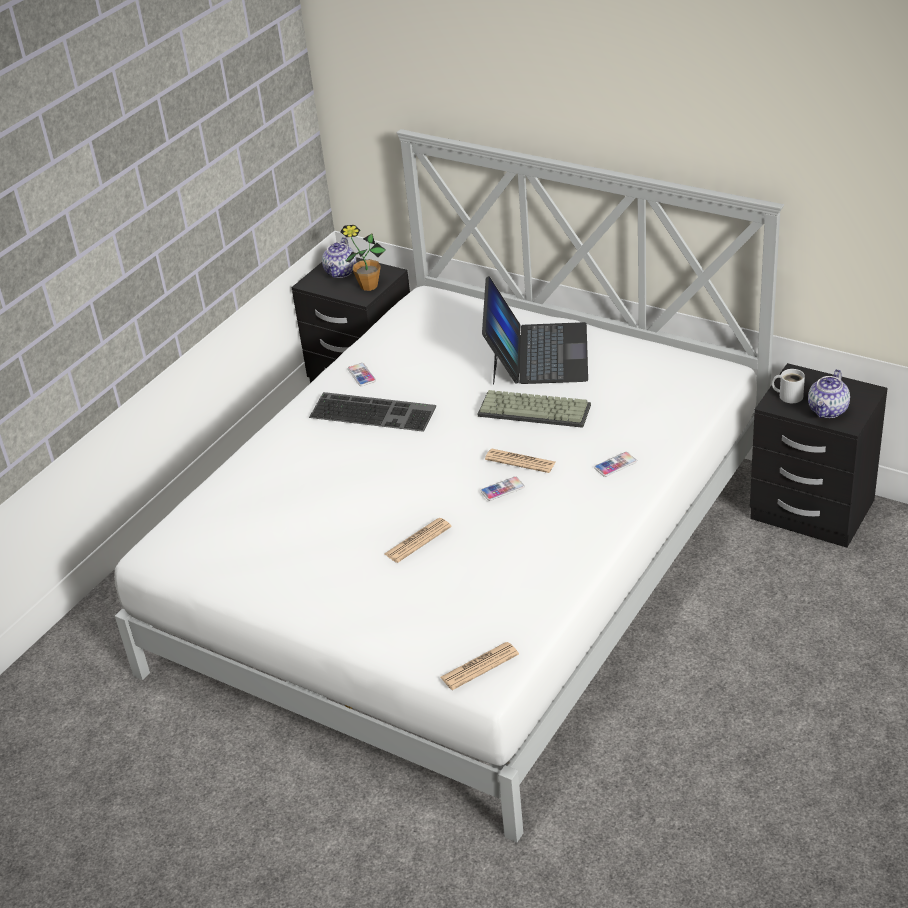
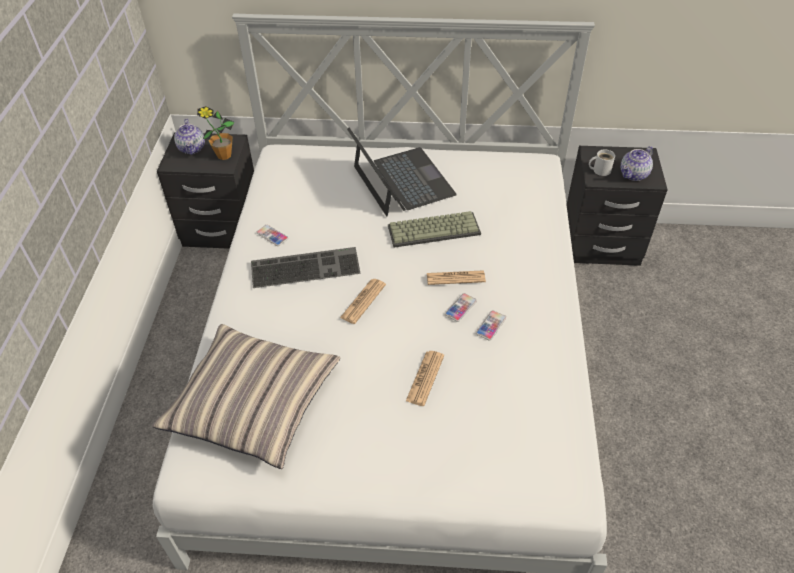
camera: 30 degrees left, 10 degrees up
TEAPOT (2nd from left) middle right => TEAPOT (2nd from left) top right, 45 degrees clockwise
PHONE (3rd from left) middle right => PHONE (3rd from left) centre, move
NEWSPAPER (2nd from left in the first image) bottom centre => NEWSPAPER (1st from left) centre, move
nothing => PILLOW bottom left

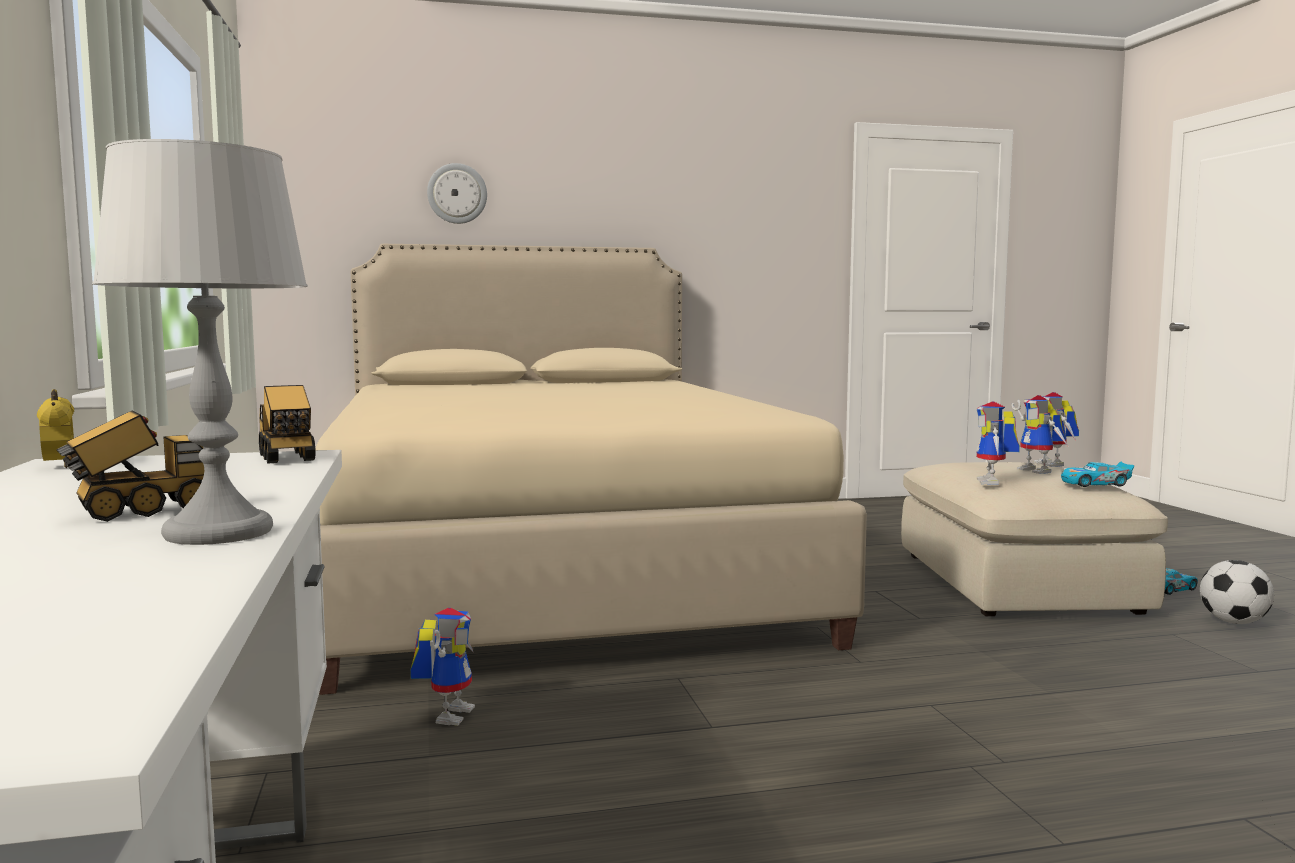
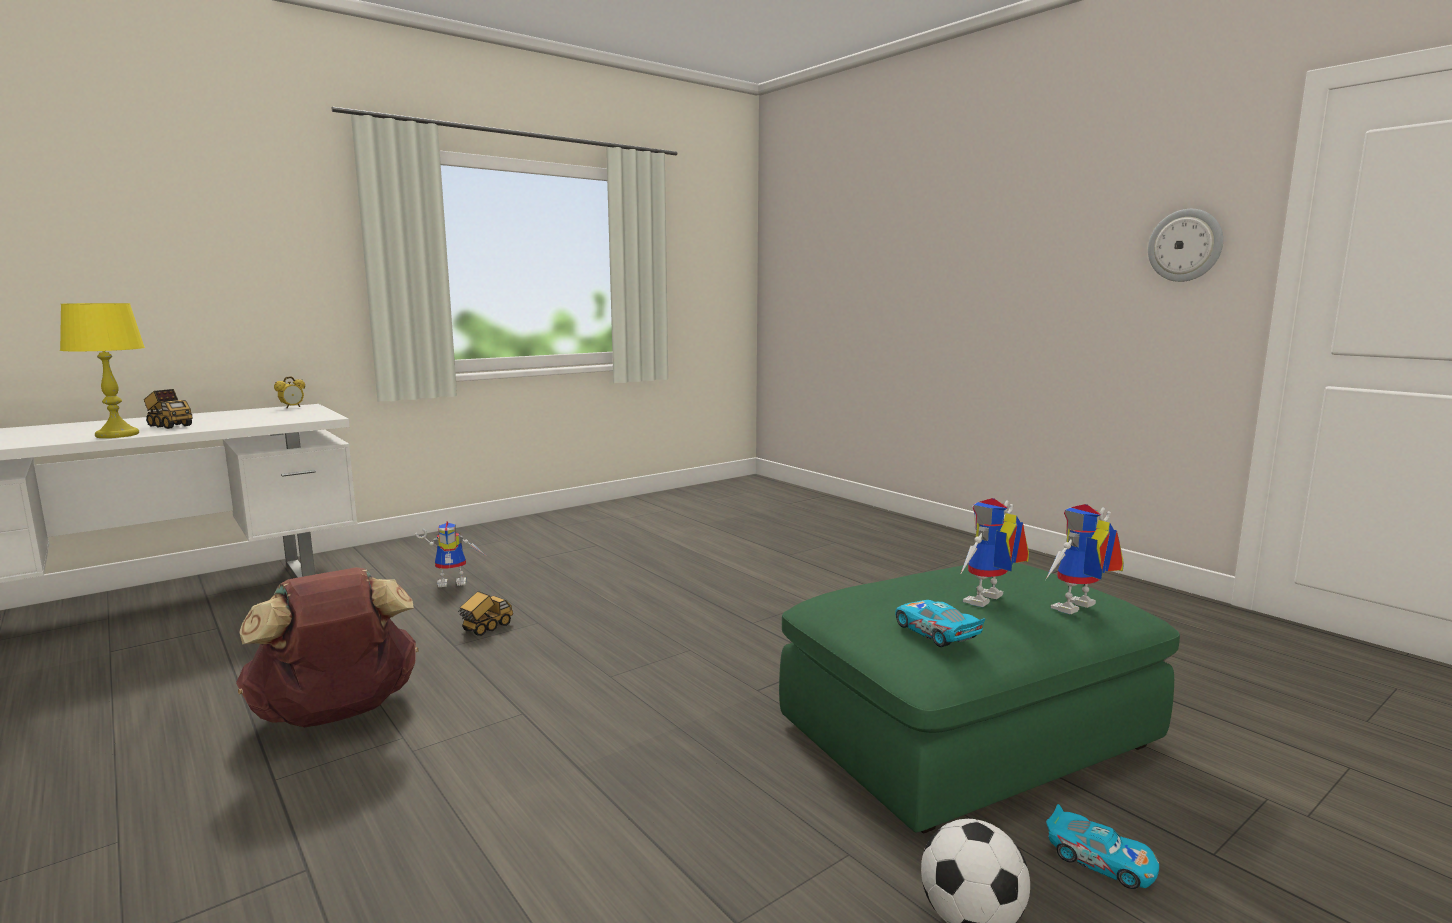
camera: 65 degrees right, 5 degrees up
GREY TABLE LAMP middle left => YELLOW TABLE LAMP middle left
WALL CLOCK top centre => WALL CLOCK top right, move
BEIGE BED centre => nothing
TOY TRUCK (2nd from left) middle left => TOY TRUCK (2nd from left) centre, move
TOY ROBOT (2nd from left) middle right => nothing
BEIGE OTTOMAN middle right => GREEN OTTOMAN bottom right
nothing => BROWN BACKPACK bottom left

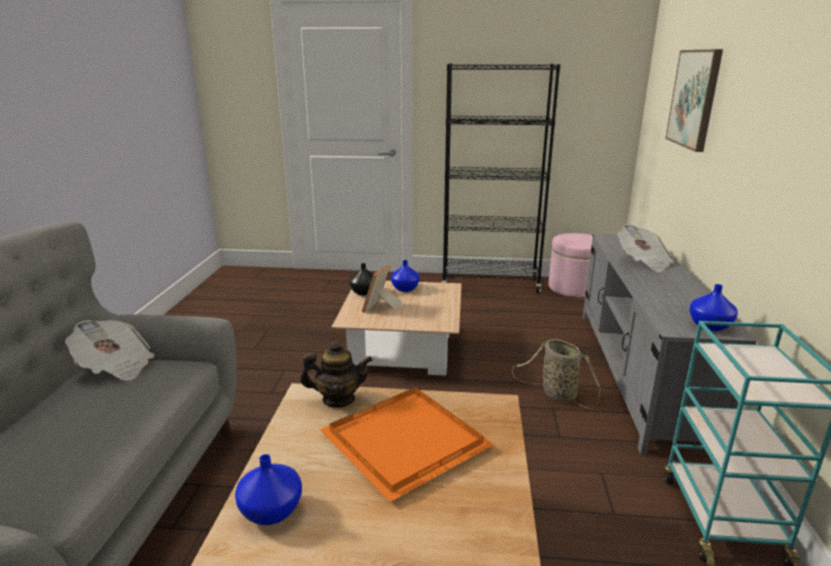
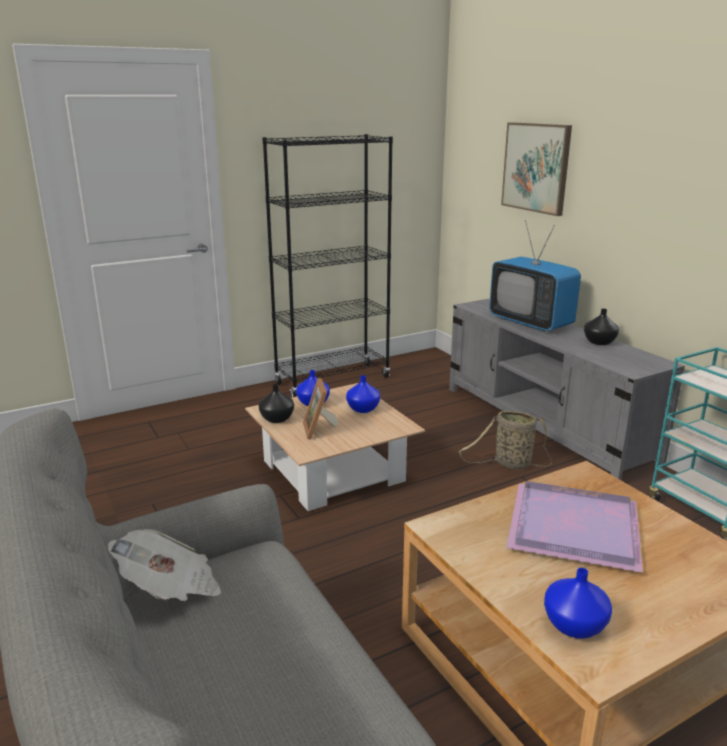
camera: 35 degrees left, 0 degrees up
NEWSPAPER (2nd from left) middle right => TELEVISION middle right
PINK OTTOMAN middle right => nothing
BLUE VASE (3rd from left in the first image) middle right => BLUE VASE (2nd from left) centre, move
TEAPOT centre => nothing
ORANGE TRAY bottom centre => PURPLE TRAY bottom right
nothing => BLACK VASE (2nd from left) middle right

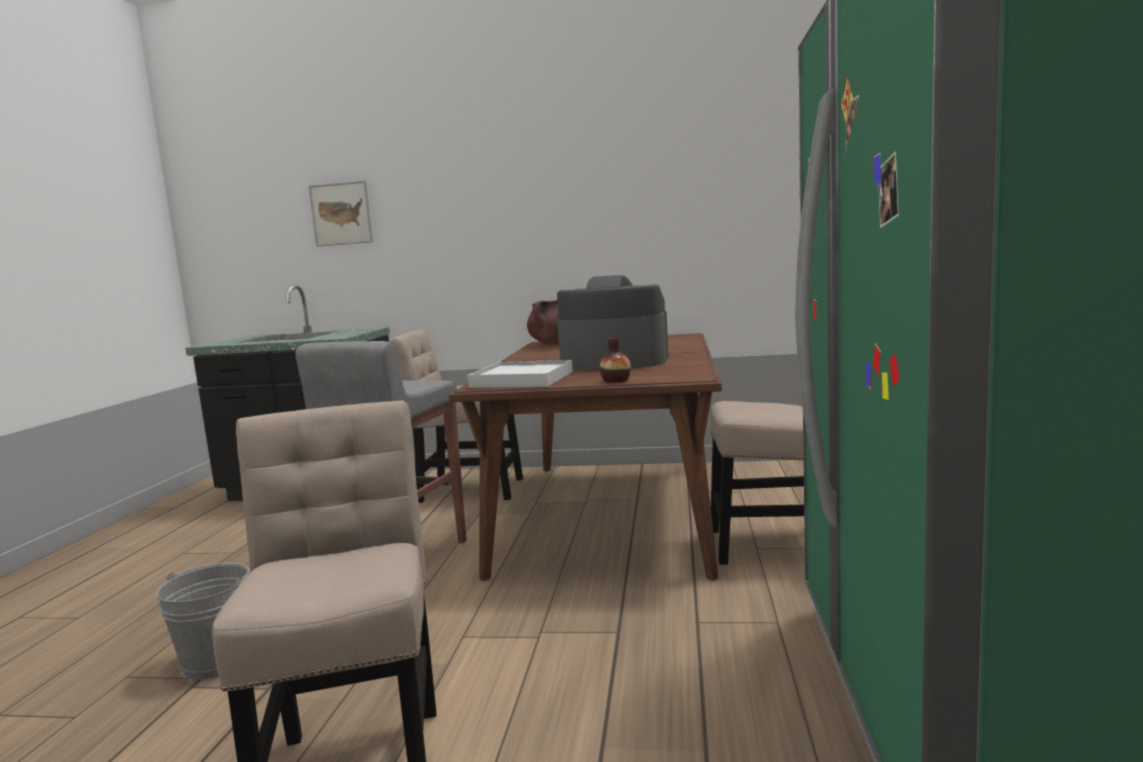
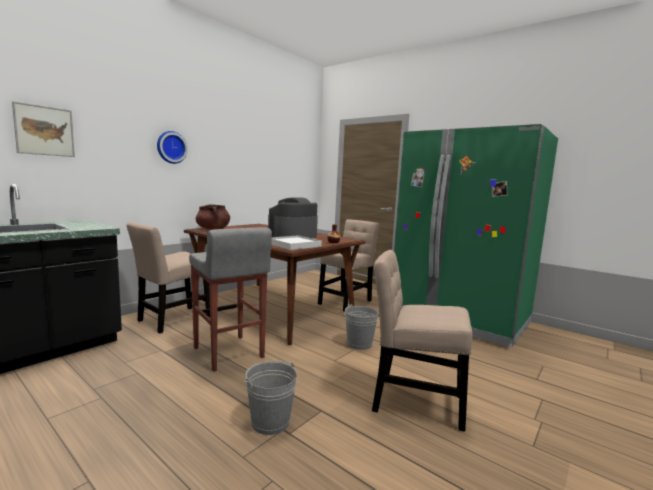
camera: 60 degrees left, 0 degrees up
nothing => WALL CLOCK top left
nothing => GREY BUCKET (2nd from left) bottom centre

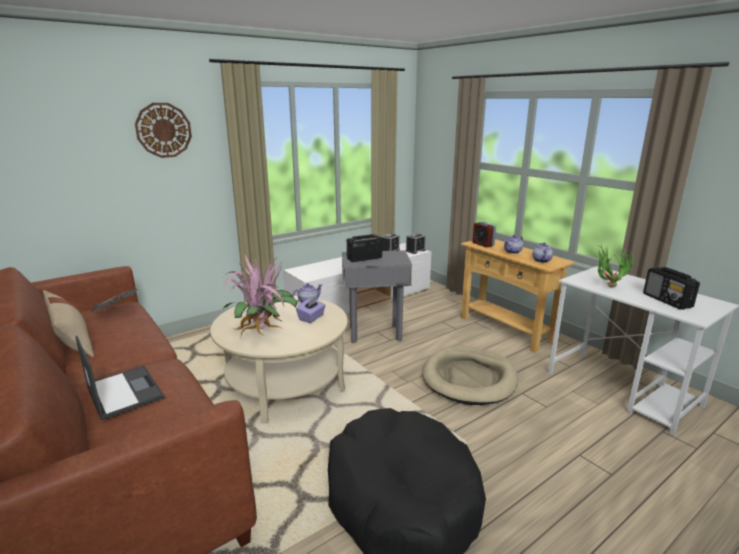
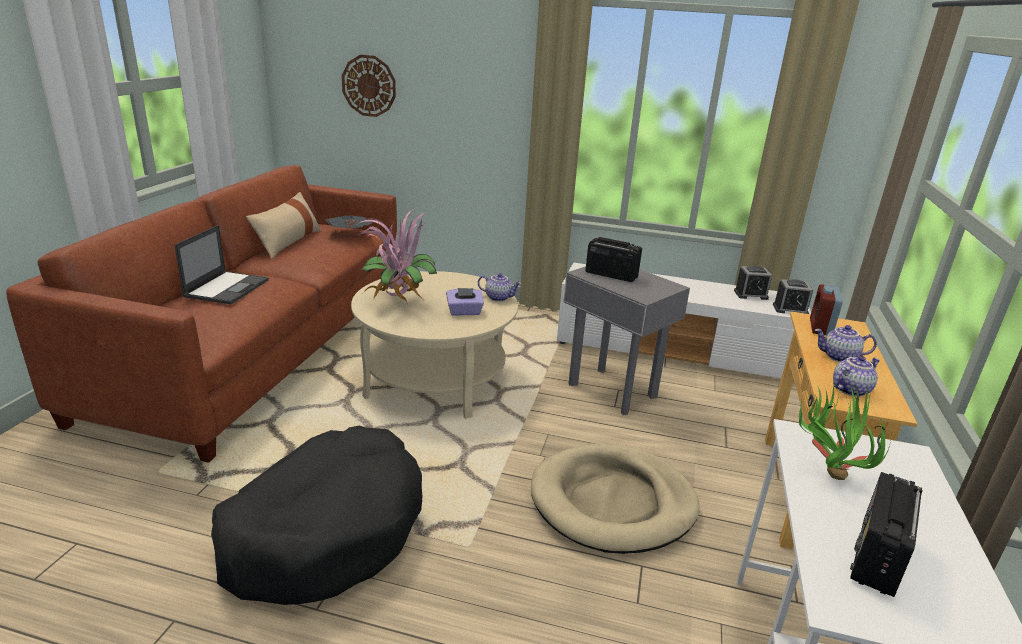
camera: 50 degrees right, 5 degrees up
WALL CLOCK top left => WALL CLOCK top centre, move

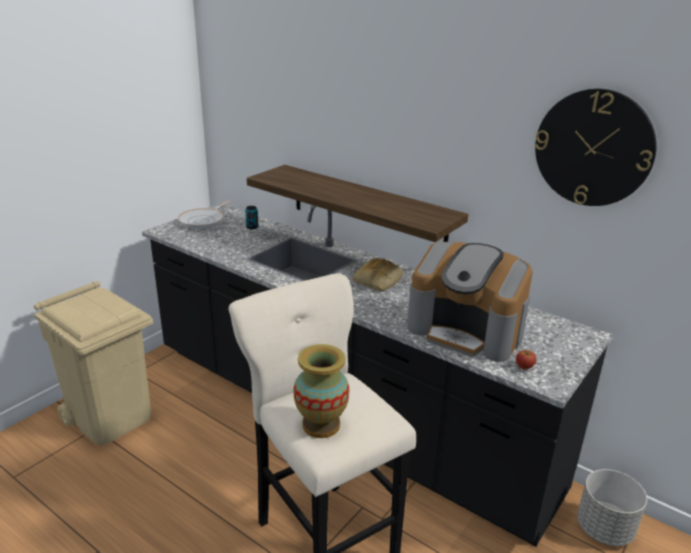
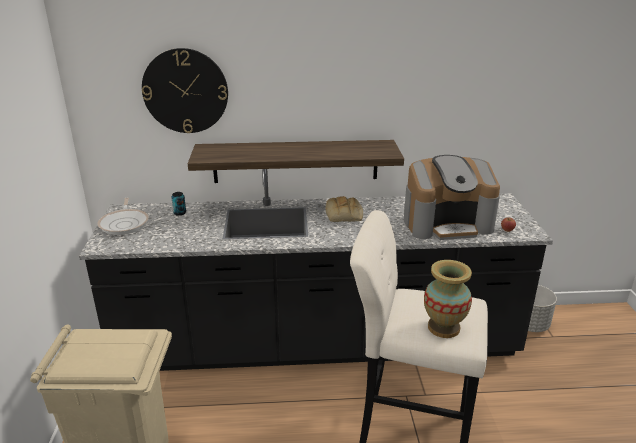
camera: 40 degrees left, 0 degrees up
WALL CLOCK top right => WALL CLOCK top left, move

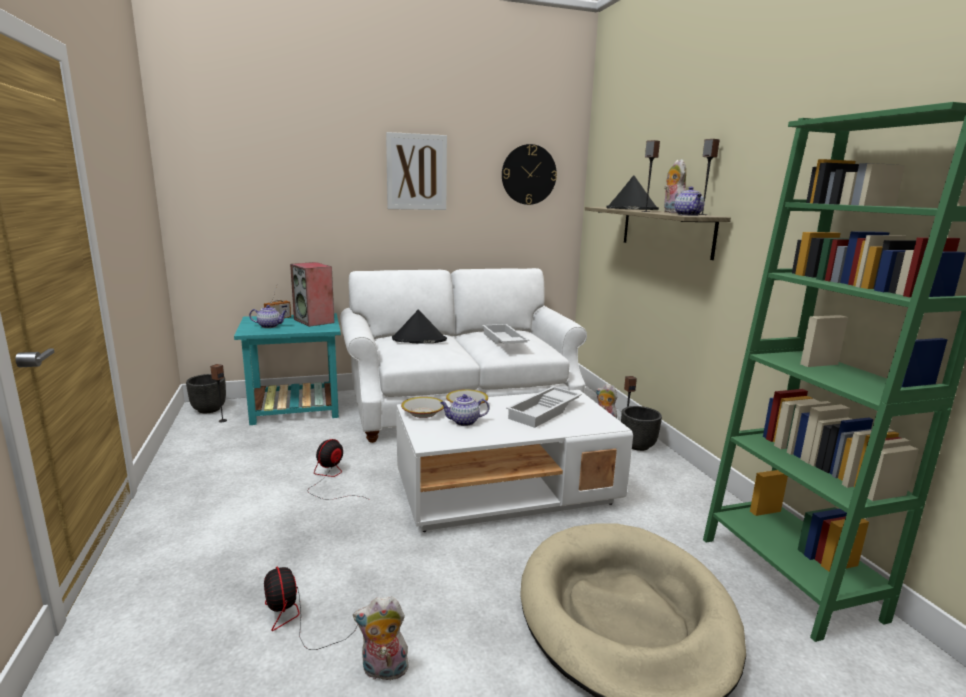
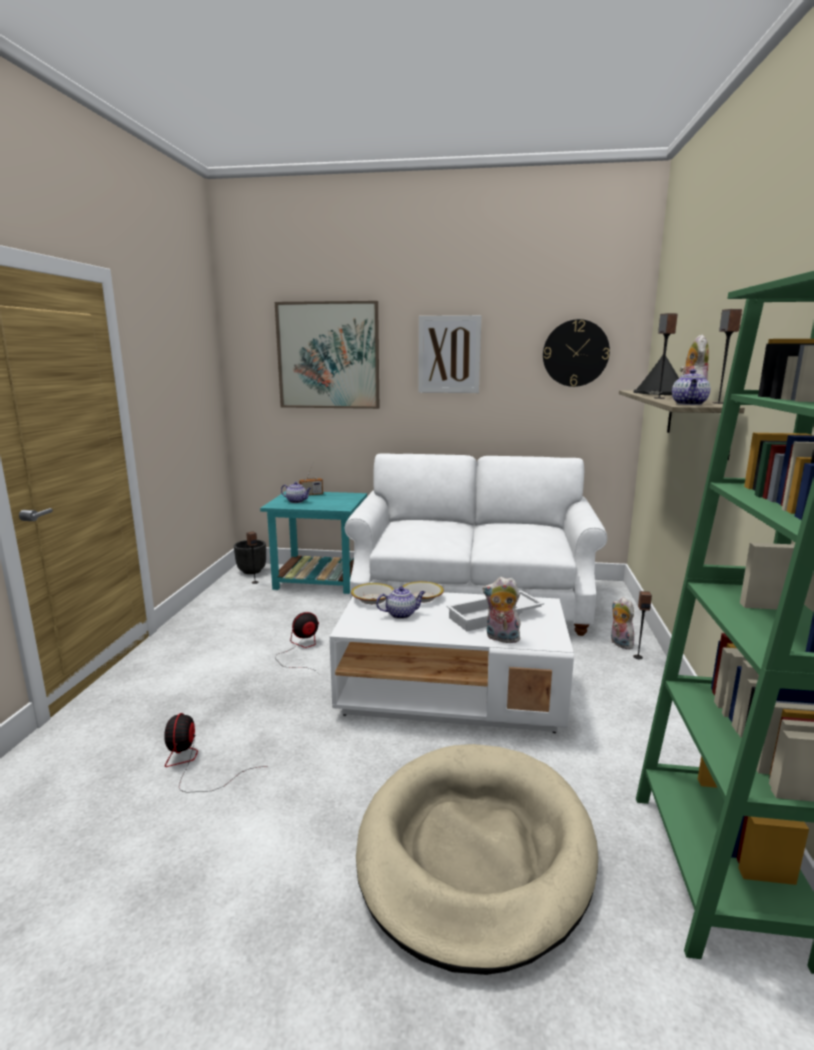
camera: 25 degrees right, 0 degrees up
SPEAKER (2nd from left) middle left => nothing
BLACK HAT (1st from left) centre => nothing
WHITE TRAY (1st from left) centre => nothing
TEAPOT (2nd from left) centre, 150 degrees clockwise
BLACK PLANTER (2nd from left) centre => nothing
PLUSH TOY (1st from left) bottom centre => PLUSH TOY (1st from left) centre, move
nothing => PICTURE (1st from left) centre

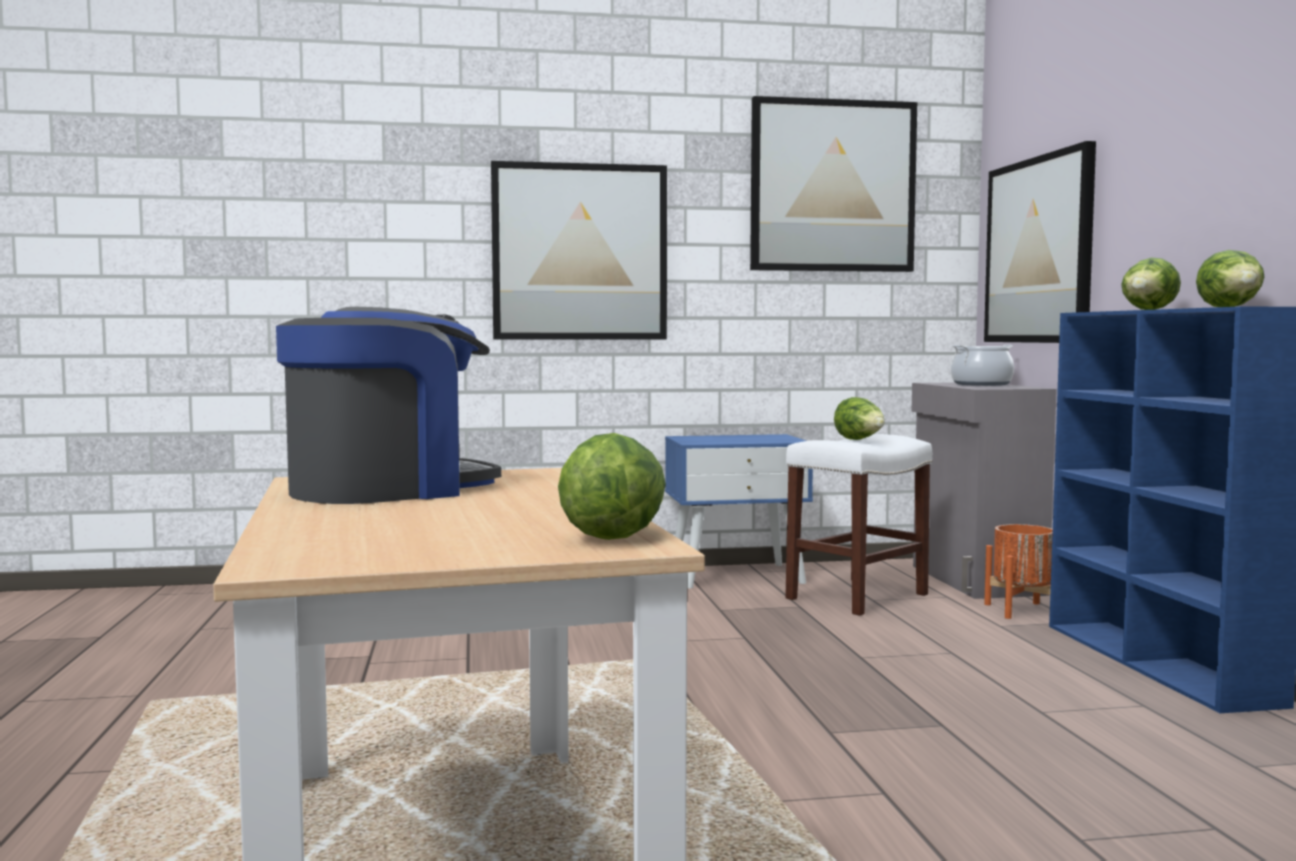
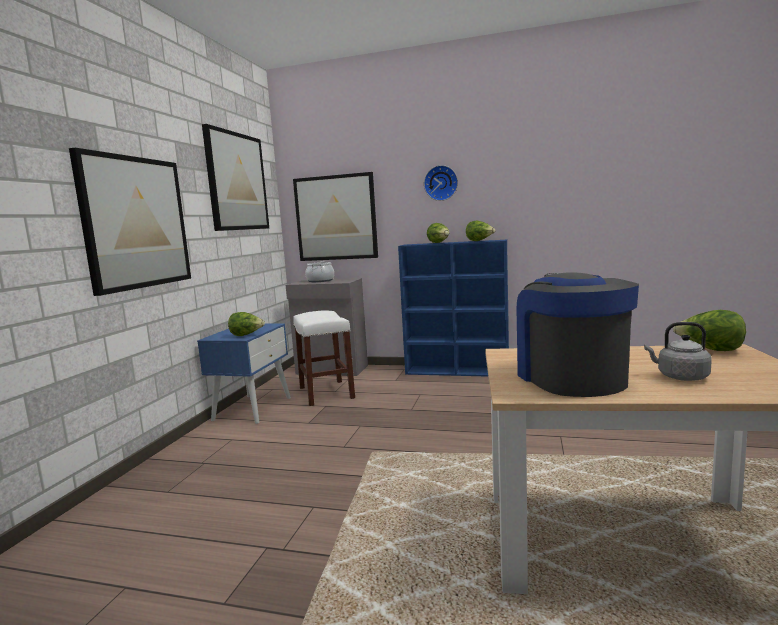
camera: 65 degrees left, 5 degrees up
LETTUCE (2nd from left in the first image) centre => LETTUCE (1st from left) middle left, move
ORANGE PLANTER middle right => nothing
nothing => WALL CLOCK top centre
nothing => GREY KETTLE middle right

